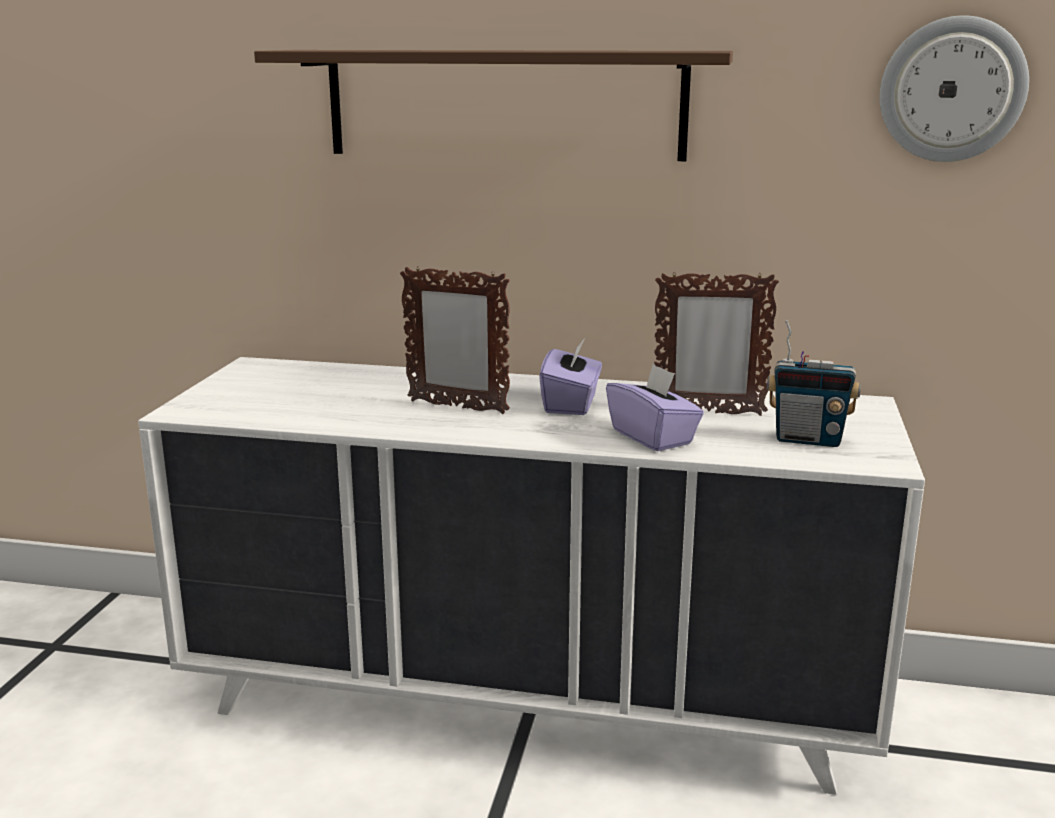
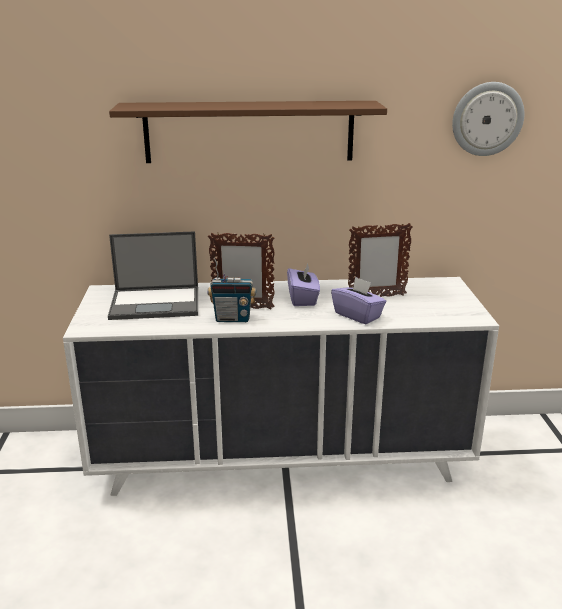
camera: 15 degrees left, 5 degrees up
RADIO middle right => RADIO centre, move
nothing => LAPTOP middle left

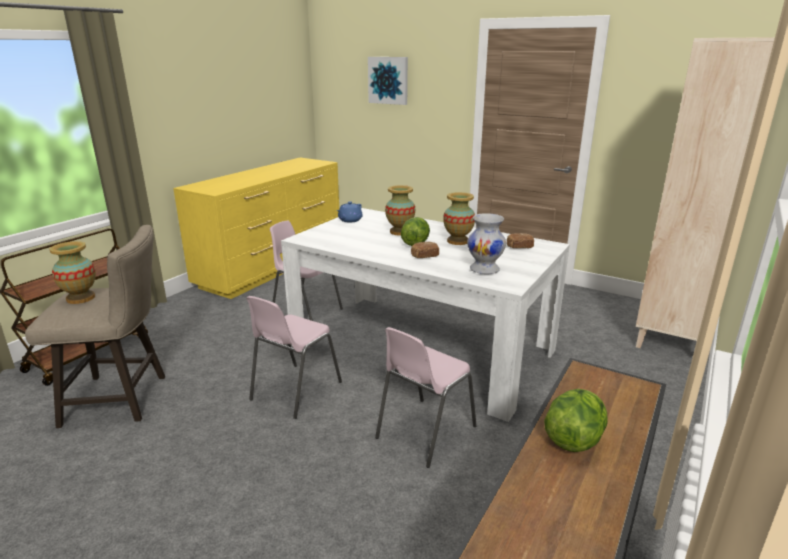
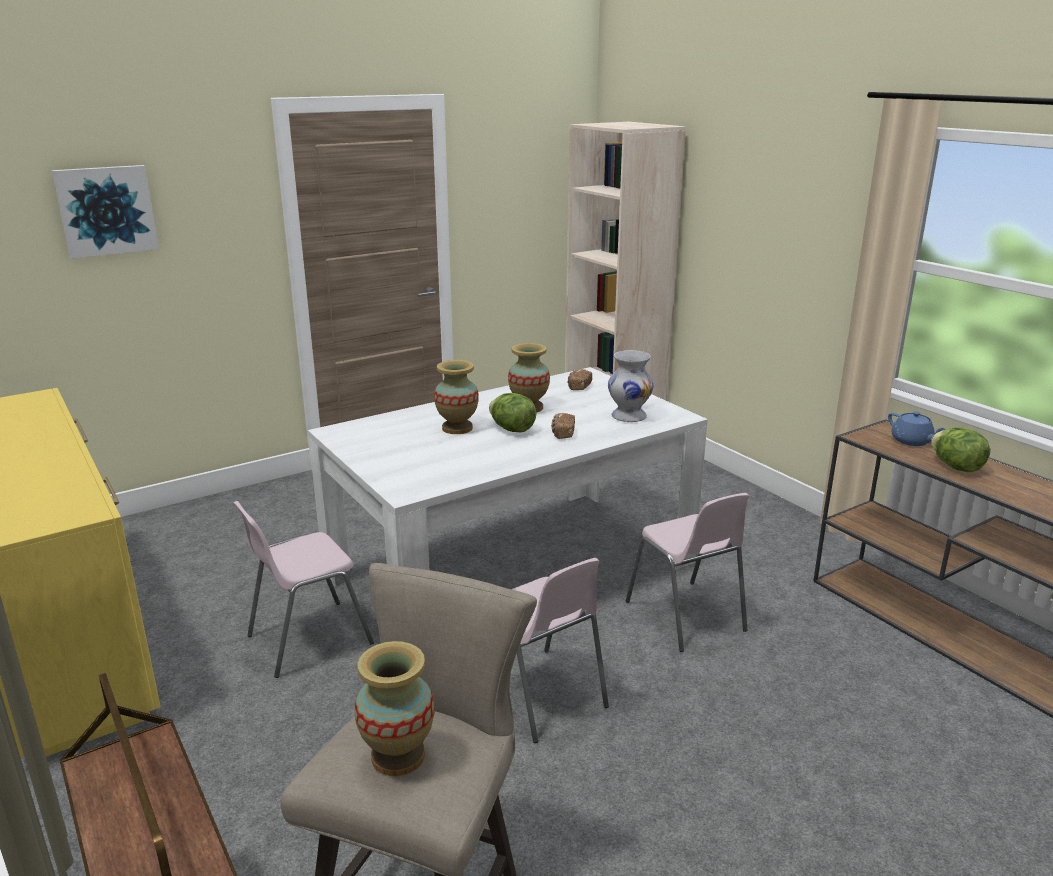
camera: 65 degrees left, 0 degrees up
BLUE TEAPOT centre => BLUE TEAPOT middle right, move

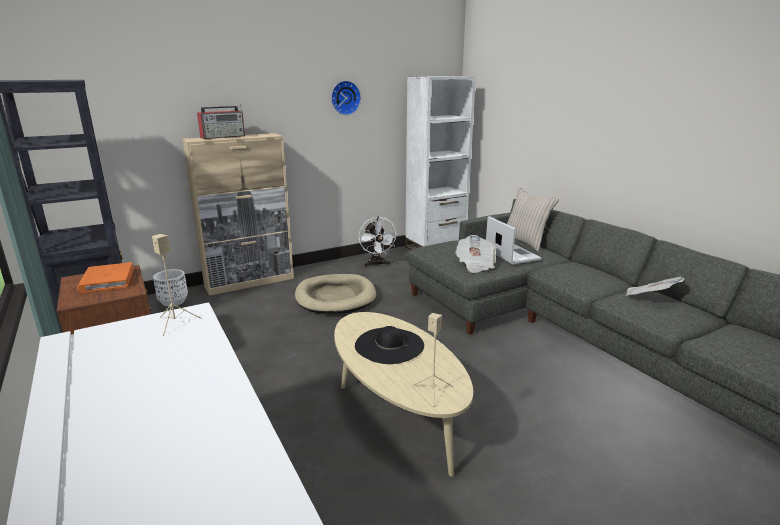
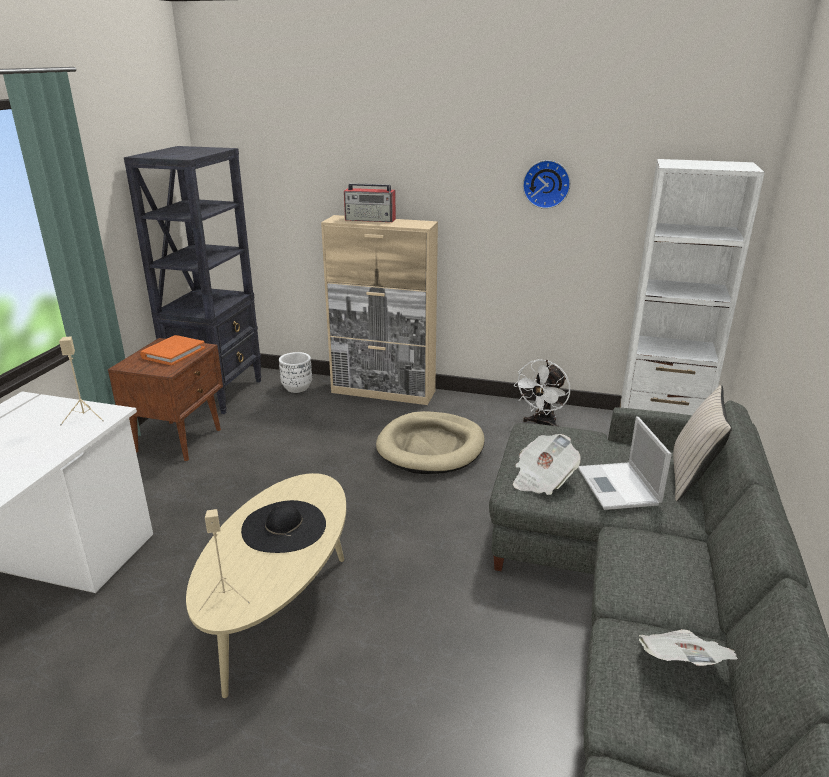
camera: 45 degrees right, 5 degrees up
LAPTOP centre => LAPTOP middle right, 150 degrees clockwise

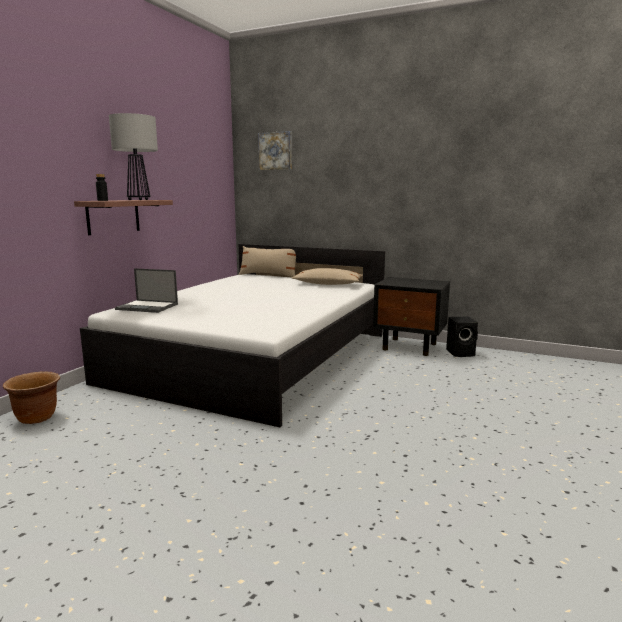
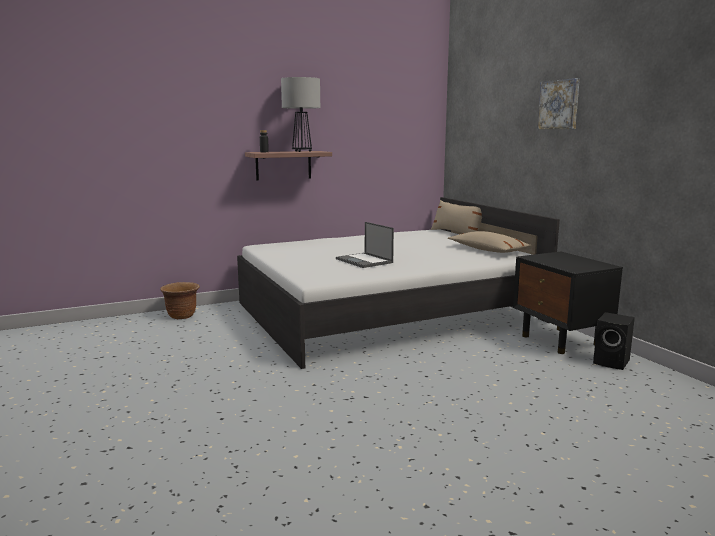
camera: 40 degrees right, 0 degrees up
PICTURE top centre => PICTURE top right, move
LAPTOP middle left => LAPTOP centre, move

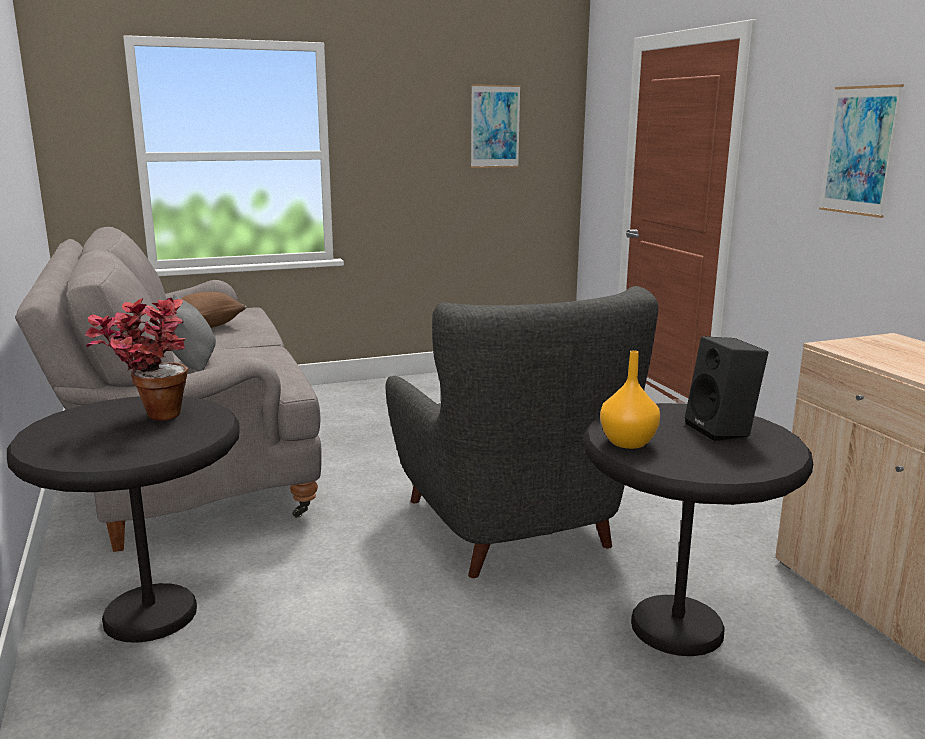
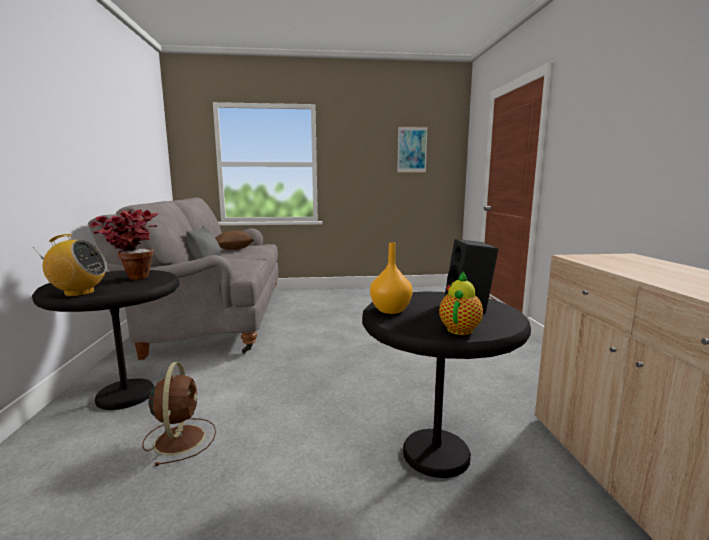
camera: 15 degrees right, 5 degrees down
PICTURE (2nd from left) top right => nothing
GREY ARMCHAIR centre => nothing
nothing => RADIO middle left
nothing => TEAPOT centre
nothing => BROWN FAN bottom left

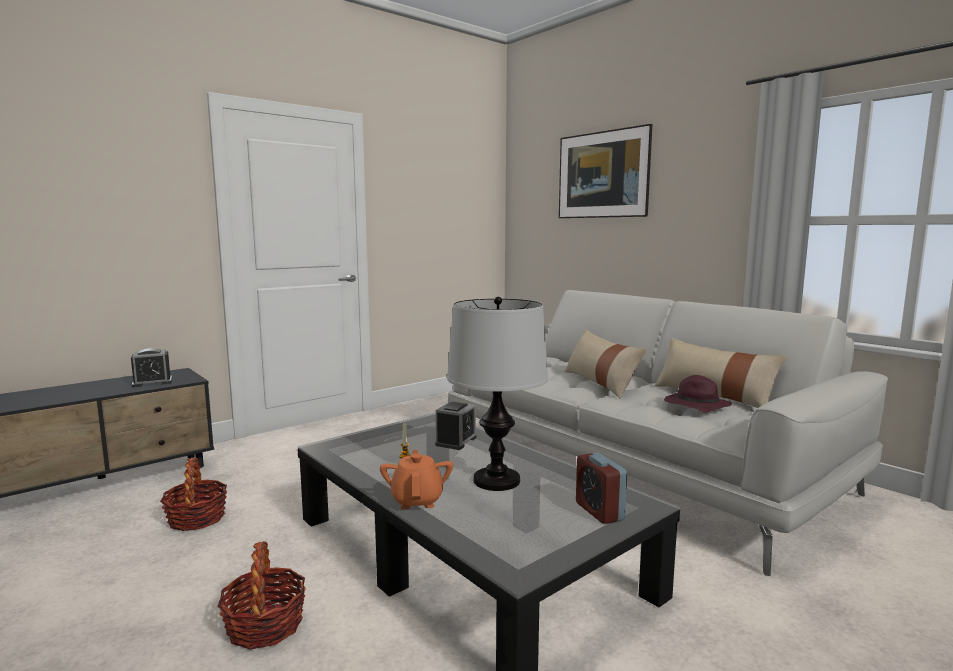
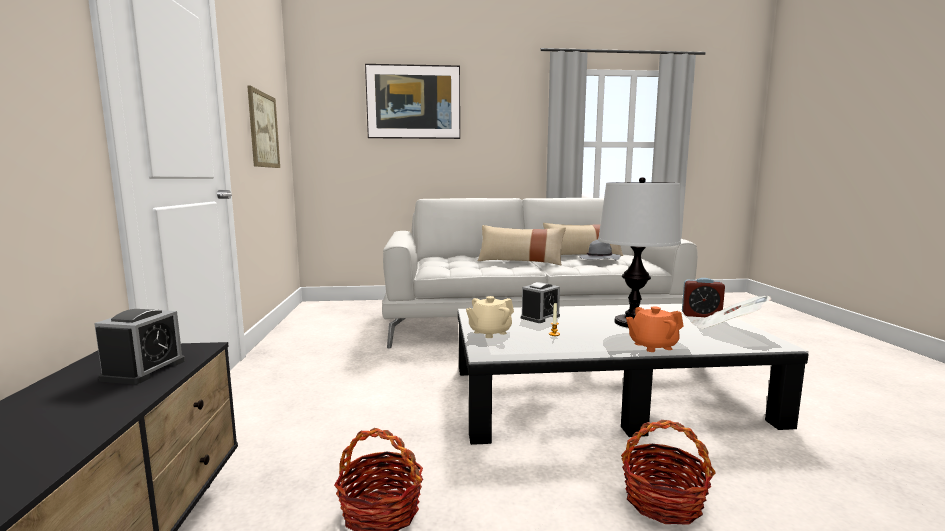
camera: 55 degrees left, 0 degrees up
PURPLE HAT middle right => GREY HAT centre
ALARM CLOCK (2nd from left) centre, 75 degrees clockwise
ORANGE TEAPOT bottom centre => ORANGE TEAPOT middle right, 45 degrees counterclockwise
nothing => PICTURE (1st from left) top left
nothing => BEIGE TEAPOT centre
nothing => NEWSPAPER middle right

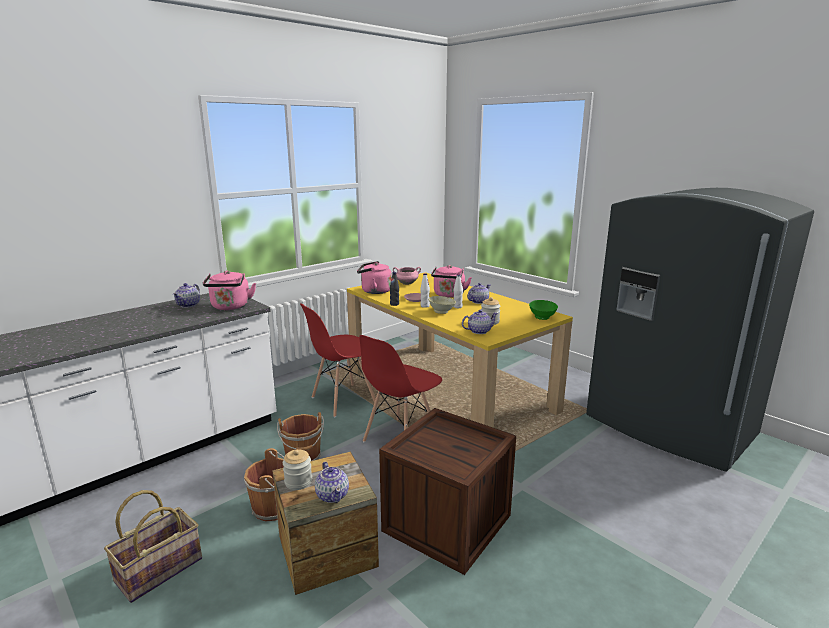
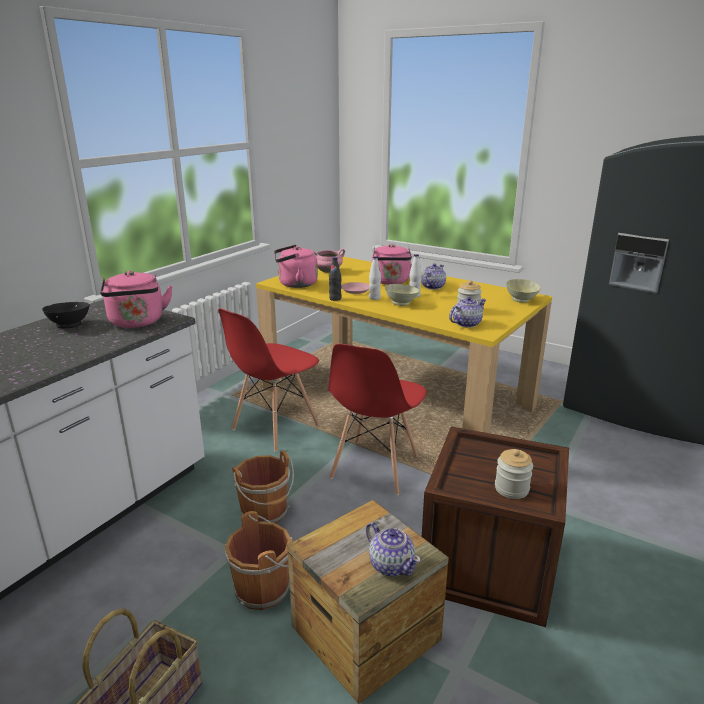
camera: 15 degrees left, 5 degrees up
TEAPOT (1st from left) middle left => BLACK BOWL middle left
GREEN BOWL centre => BEIGE BOWL (2nd from left) middle right
JAR (1st from left in the first image) bottom centre => JAR (2nd from left) bottom right, move

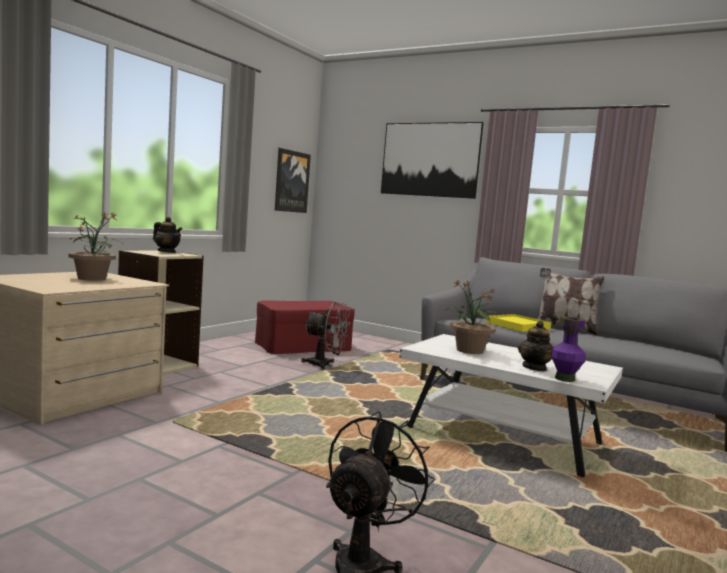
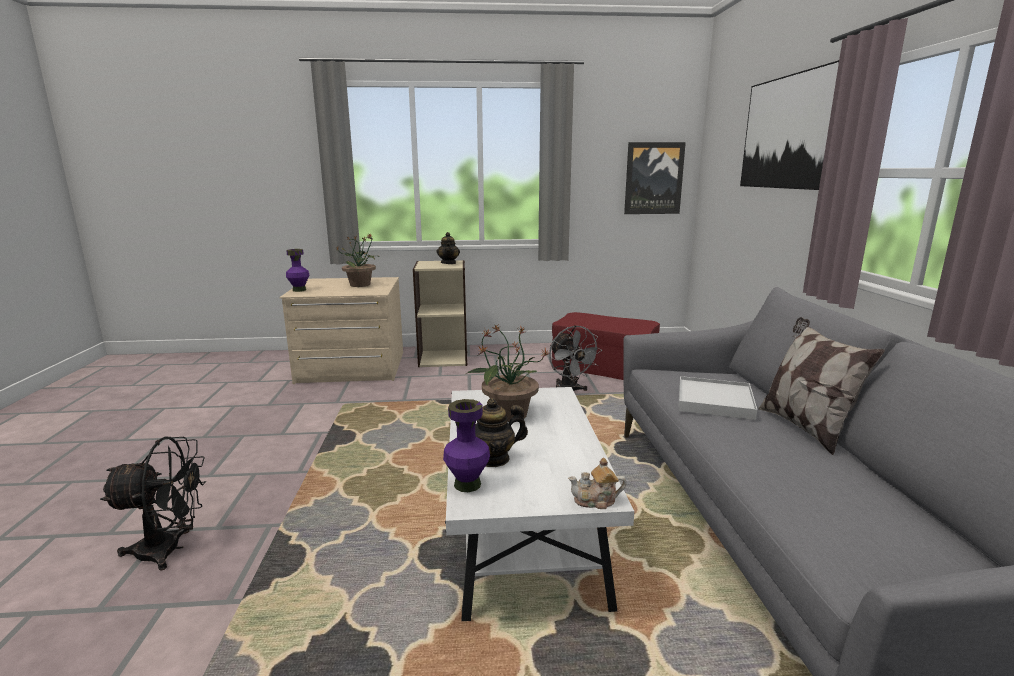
camera: 55 degrees right, 10 degrees up
YELLOW TRAY middle right => WHITE TRAY middle right
nothing => PURPLE VASE (1st from left) middle left
nothing => TEAPOT (3rd from left) bottom centre

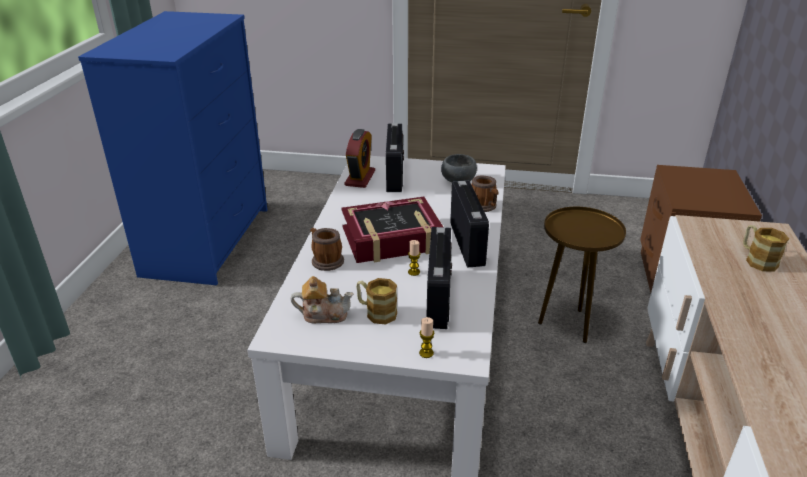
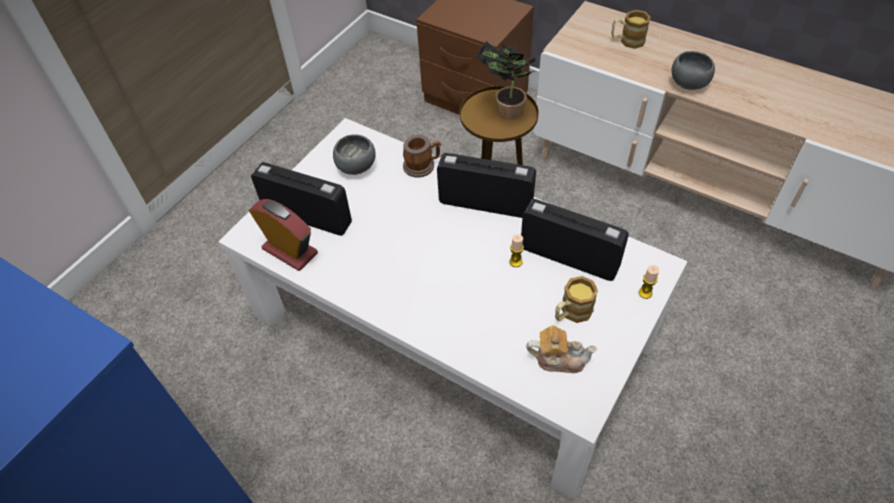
camera: 65 degrees left, 20 degrees up
BOOK centre => nothing
MUG (1st from left) centre => nothing
TEAPOT centre => TEAPOT bottom centre, 75 degrees clockwise
nothing => POTTED PLANT top centre
nothing => GREY BOWL (2nd from left) top right

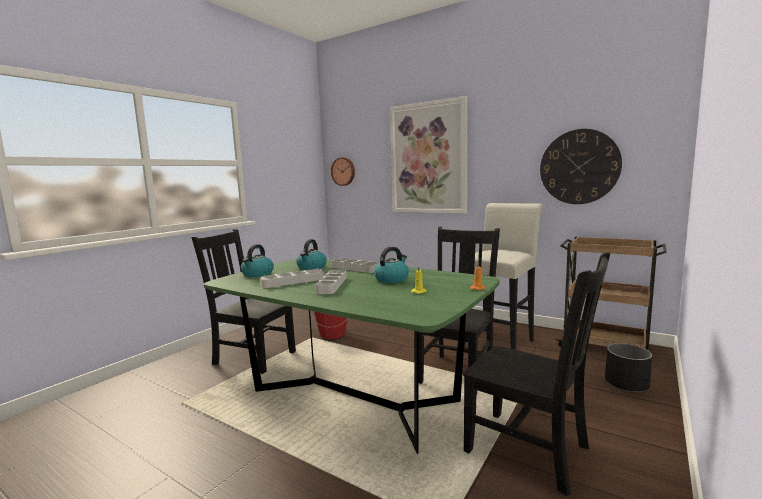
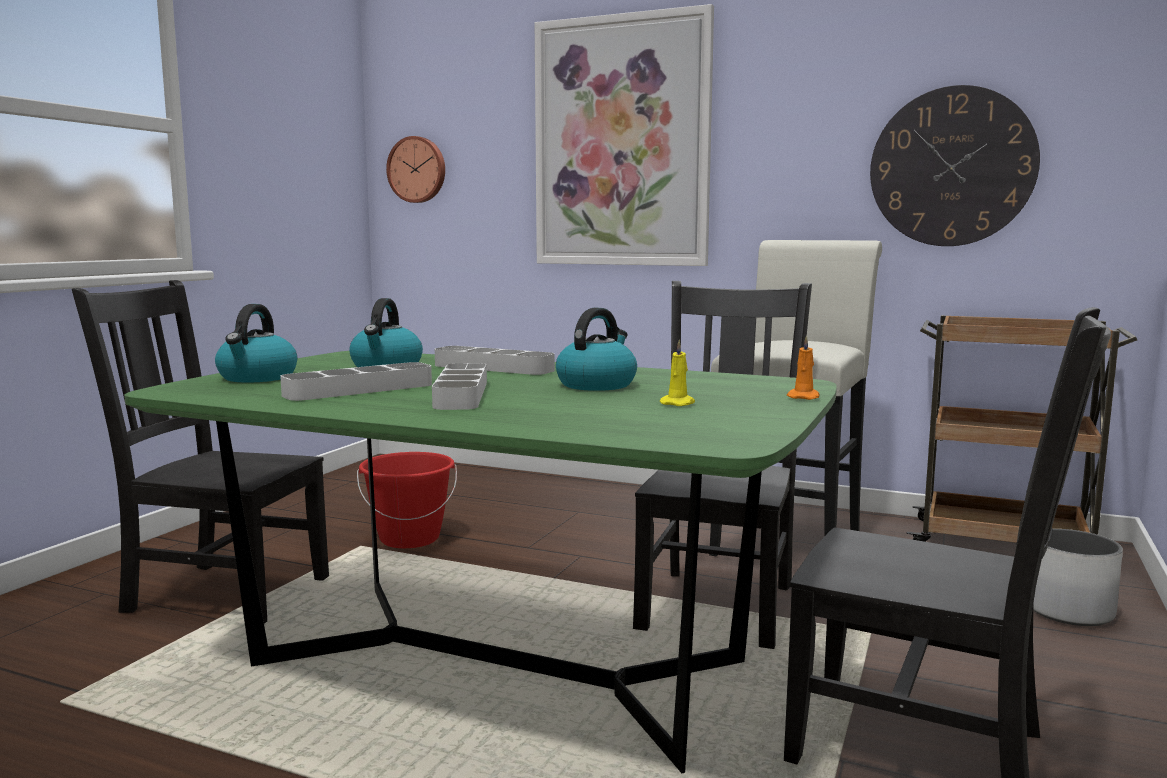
camera: 10 degrees left, 0 degrees up
BLACK PLANTER bottom right => WHITE PLANTER bottom right

